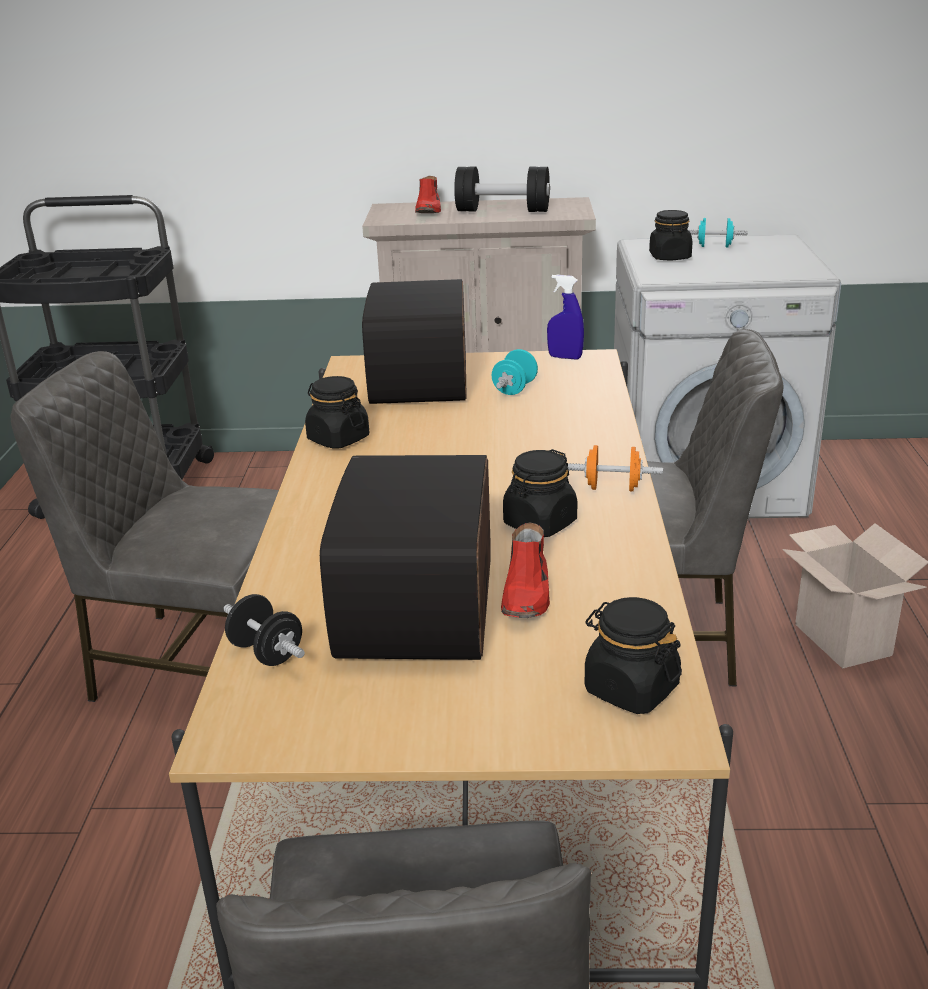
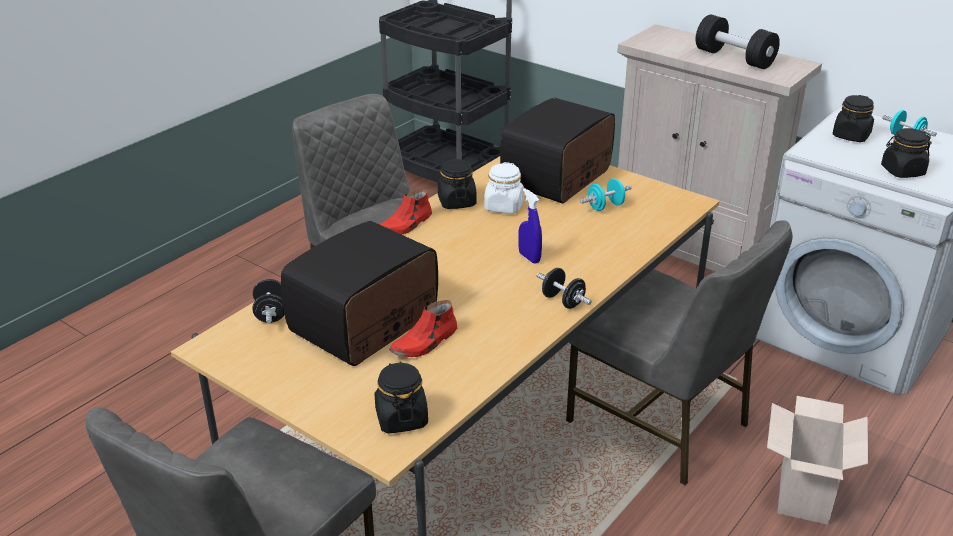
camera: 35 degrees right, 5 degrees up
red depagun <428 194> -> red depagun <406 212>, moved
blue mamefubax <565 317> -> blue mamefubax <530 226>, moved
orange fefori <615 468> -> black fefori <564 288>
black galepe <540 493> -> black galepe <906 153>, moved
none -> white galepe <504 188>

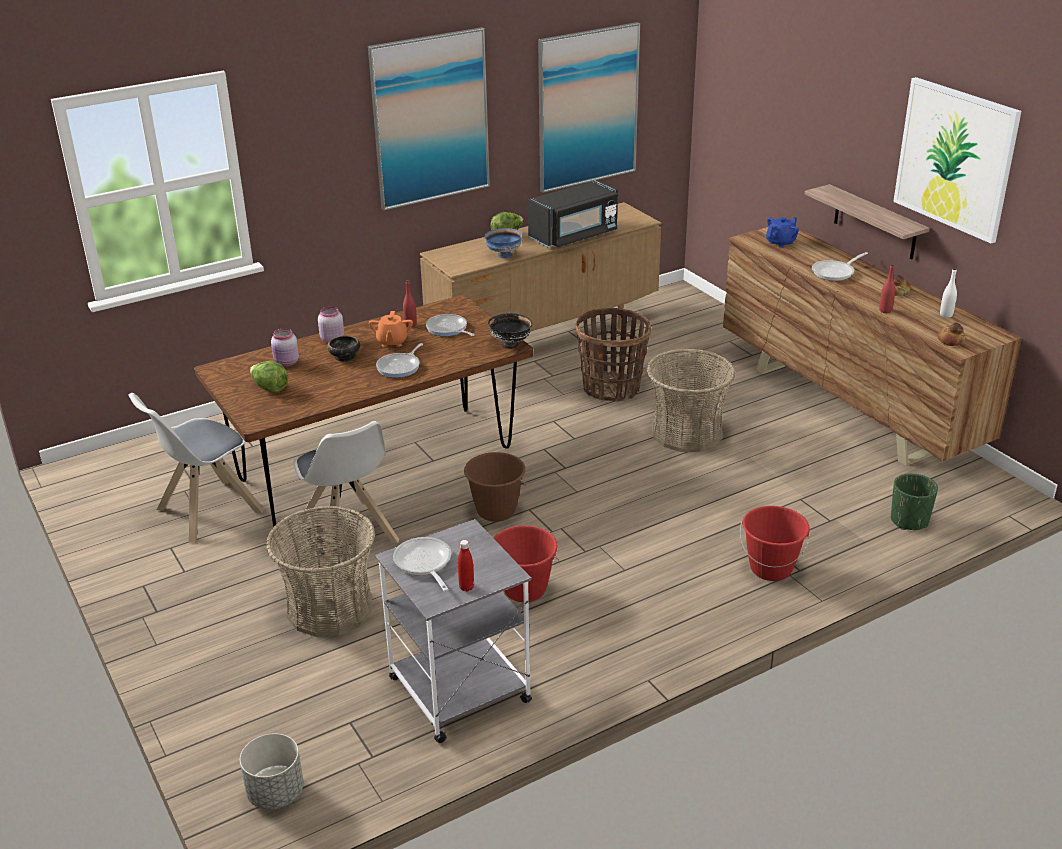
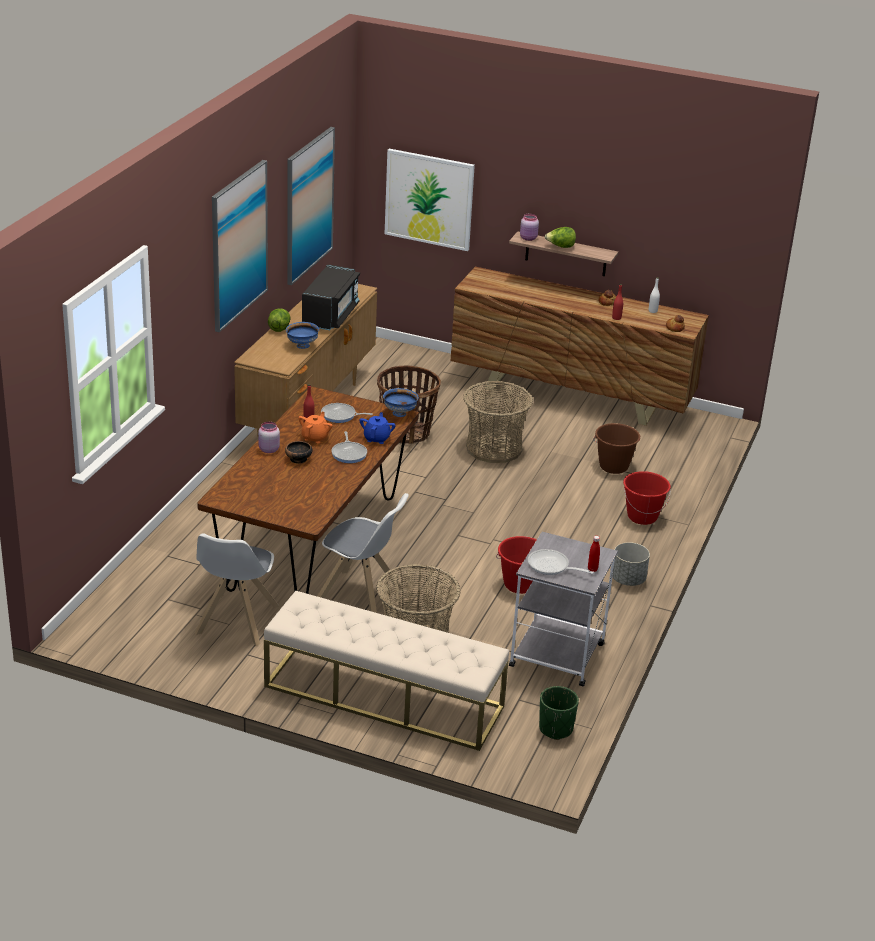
camera: 40 degrees left, 0 degrees up
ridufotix <957 160> -> ridufotix <430 200>, moved
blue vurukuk <782 232> -> blue vurukuk <377 428>, moved
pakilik <840 266> -> none
orange vurukuk <391 329> -> orange vurukuk <316 427>, 120 degrees counterclockwise
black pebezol <510 331> -> blue pebezol <401 402>
pink galepe <285 347> -> pink galepe <529 227>, moved
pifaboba <269 377> -> pifaboba <560 237>, moved
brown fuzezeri <495 487> -> brown fuzezeri <617 448>, moved
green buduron <914 501> -> green buduron <559 713>, moved
grey buduron <272 771> -> grey buduron <631 564>, moved
none -> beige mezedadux <386 671>

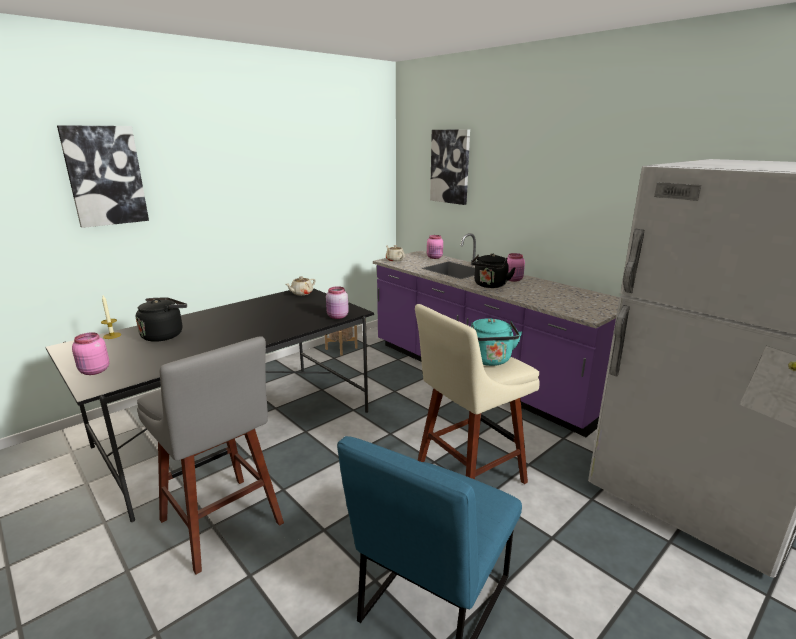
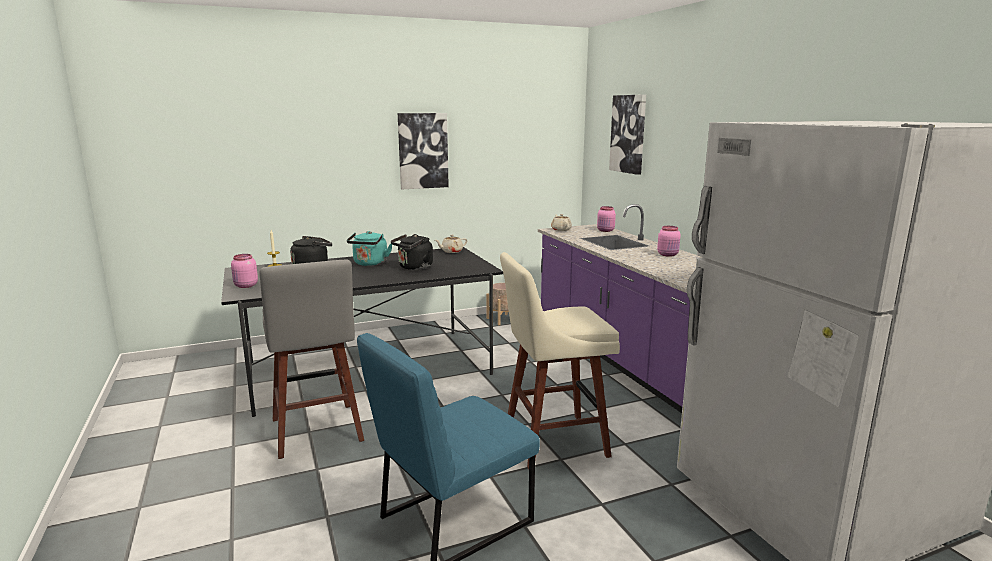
camera: 20 degrees right, 5 degrees down
ridufotix <103 176> -> ridufotix <423 151>, moved
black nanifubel <493 271> -> black nanifubel <412 252>, moved
pink galepe <337 302> -> none
turquoise nanifubel <496 342> -> turquoise nanifubel <369 248>, moved

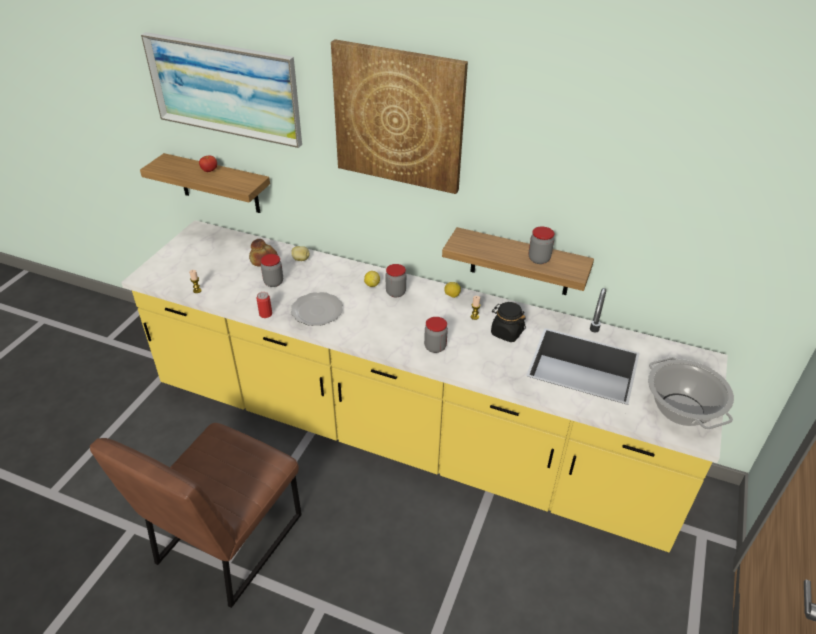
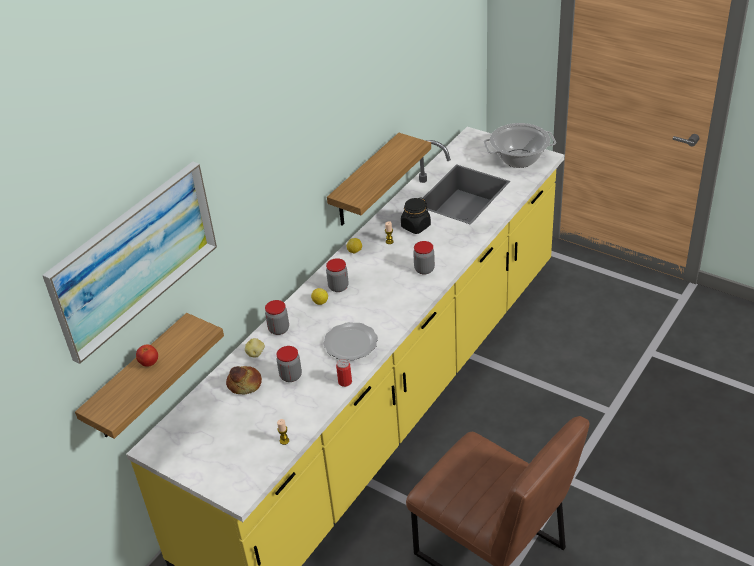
camera: 75 degrees left, 0 degrees up
ridufotix <399 116> -> none
galepe <541 245> -> galepe <277 317>, moved

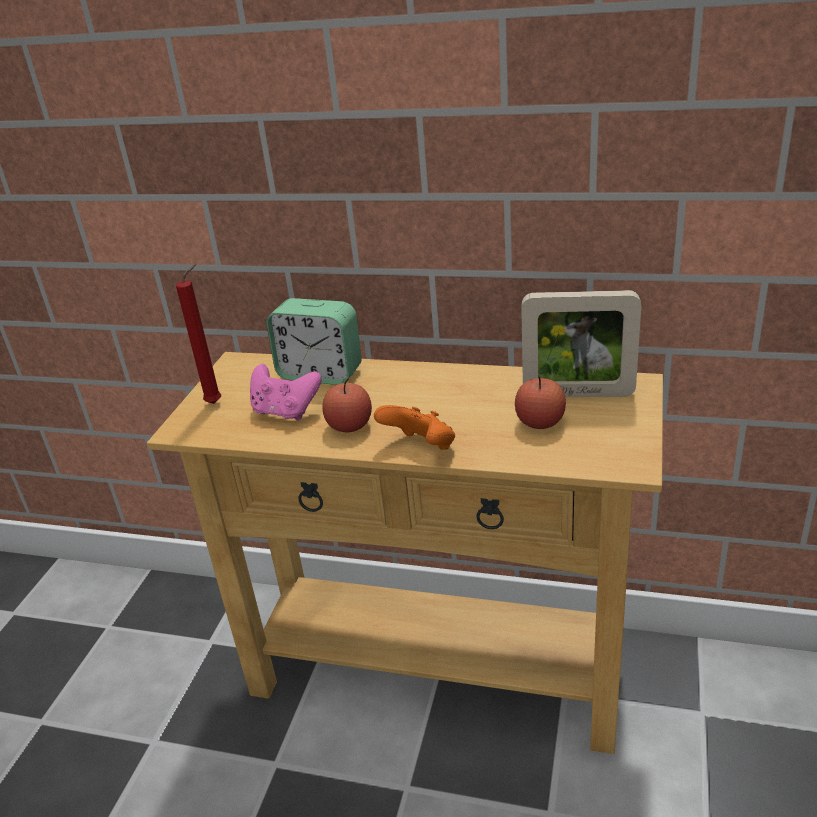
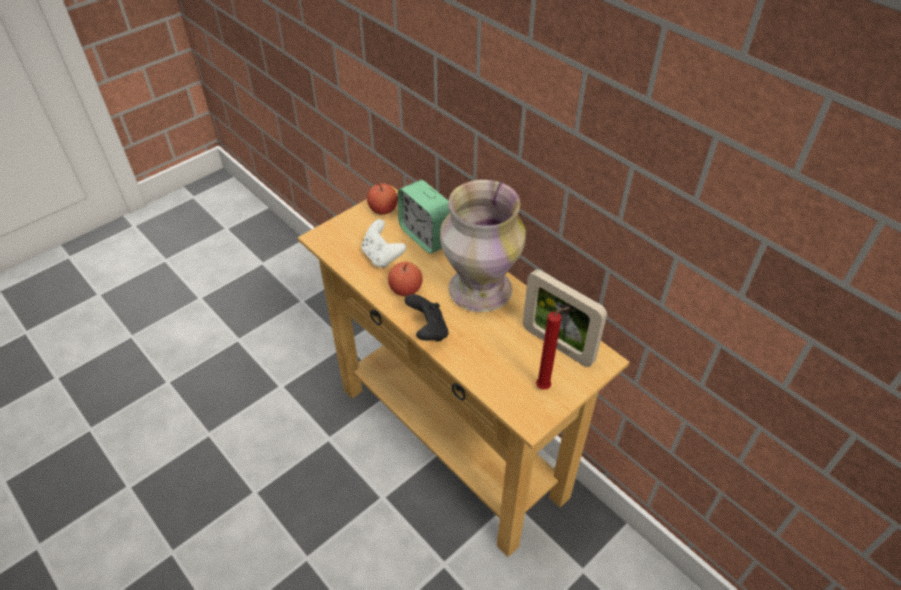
camera: 30 degrees right, 15 degrees up
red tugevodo <198 334> -> red tugevodo <553 348>, moved
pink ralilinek <286 392> -> white ralilinek <384 244>
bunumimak <540 402> -> bunumimak <382 199>, moved
orange ralilinek <414 427> -> black ralilinek <426 318>
none -> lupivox <483 246>

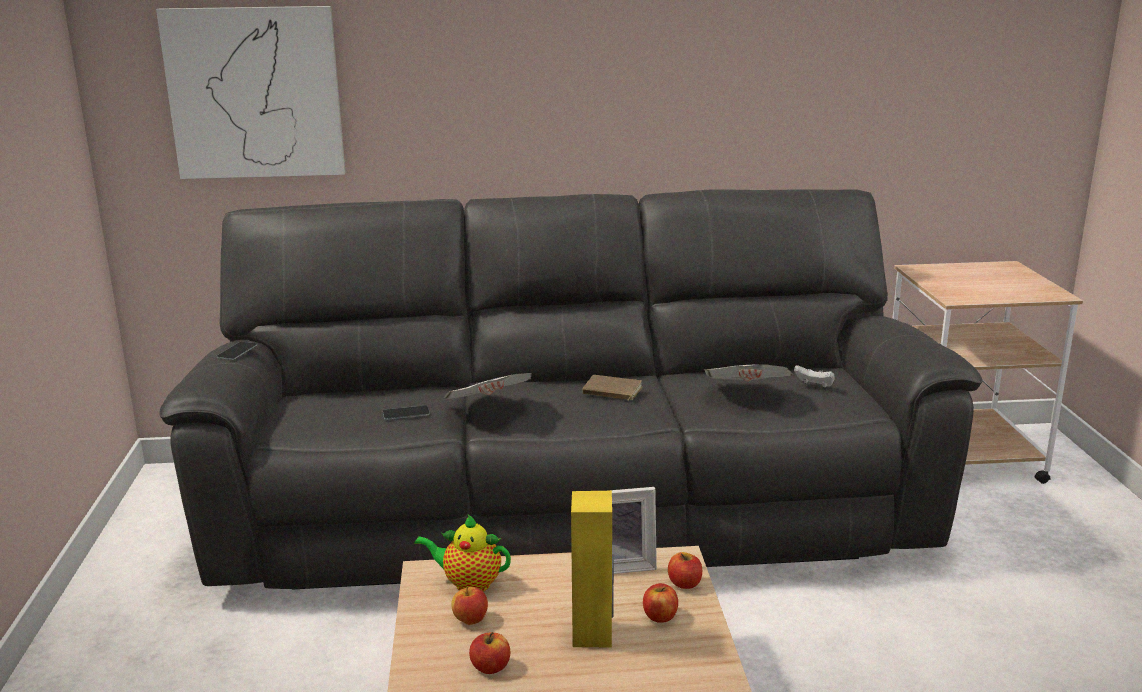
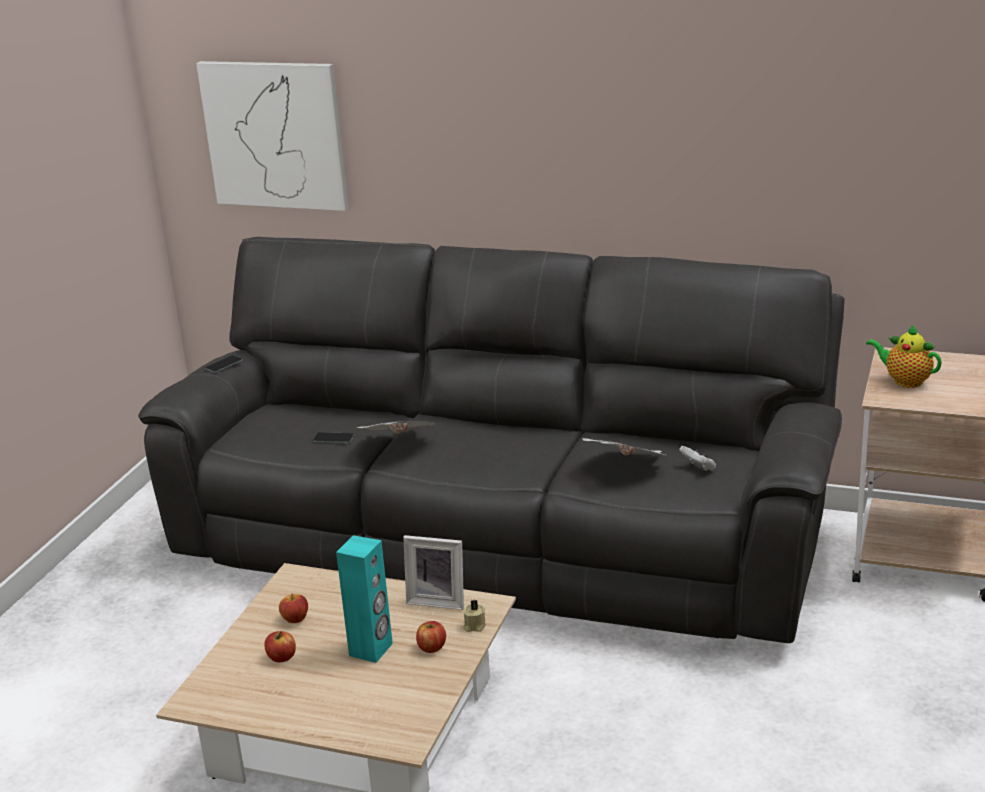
camera: 25 degrees right, 5 degrees up
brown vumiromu <612 388> -> none
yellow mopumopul <592 569> -> turquoise mopumopul <364 599>
vurukuk <462 553> -> vurukuk <904 356>, moved
bunumimak <685 570> -> beige tugevodo <474 616>

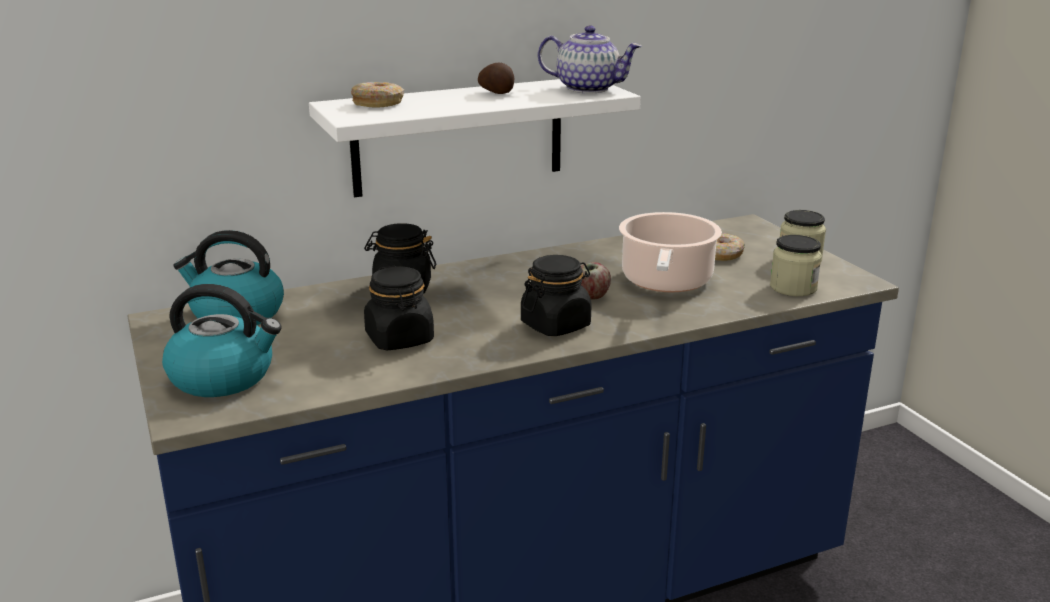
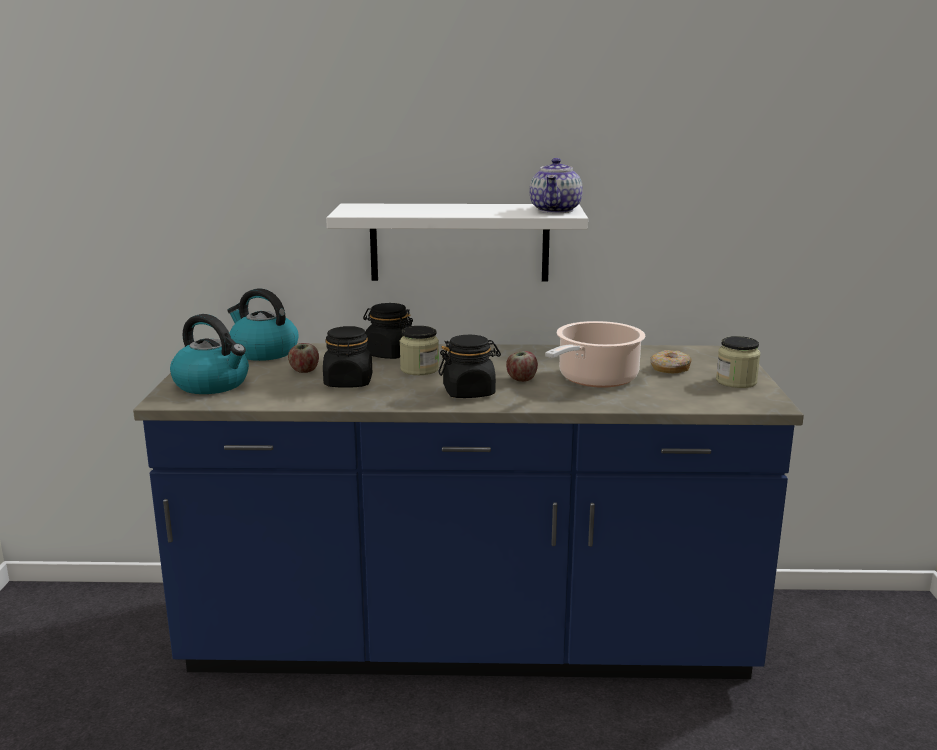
camera: 25 degrees right, 5 degrees down
vurukuk <590 59> -> vurukuk <556 185>, 60 degrees clockwise
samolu <496 78> -> none
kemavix <377 95> -> none
galepe <796 265> -> galepe <419 350>, moved
none -> bunumimak <303 358>

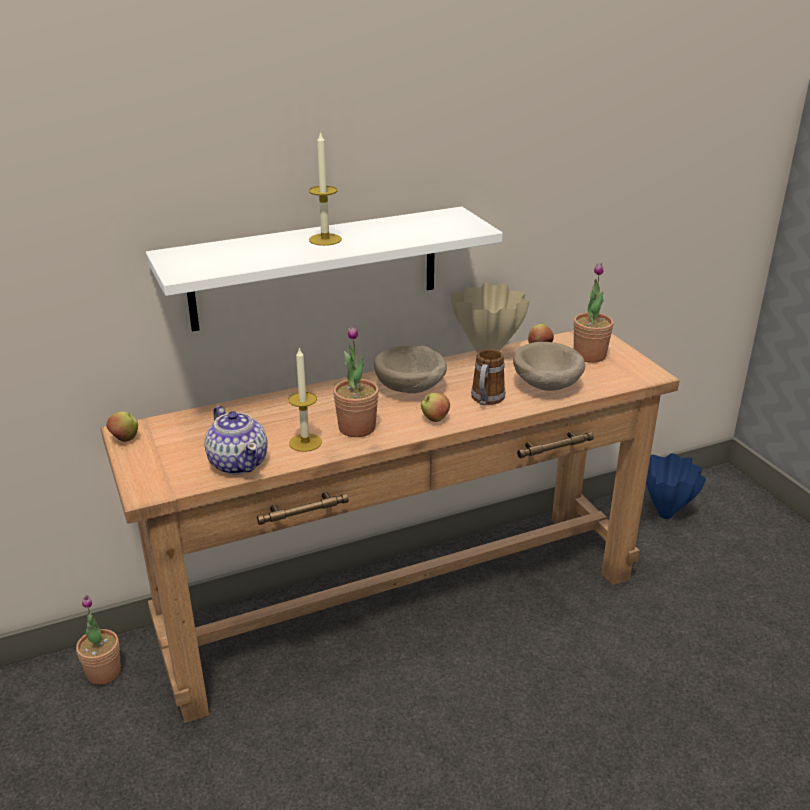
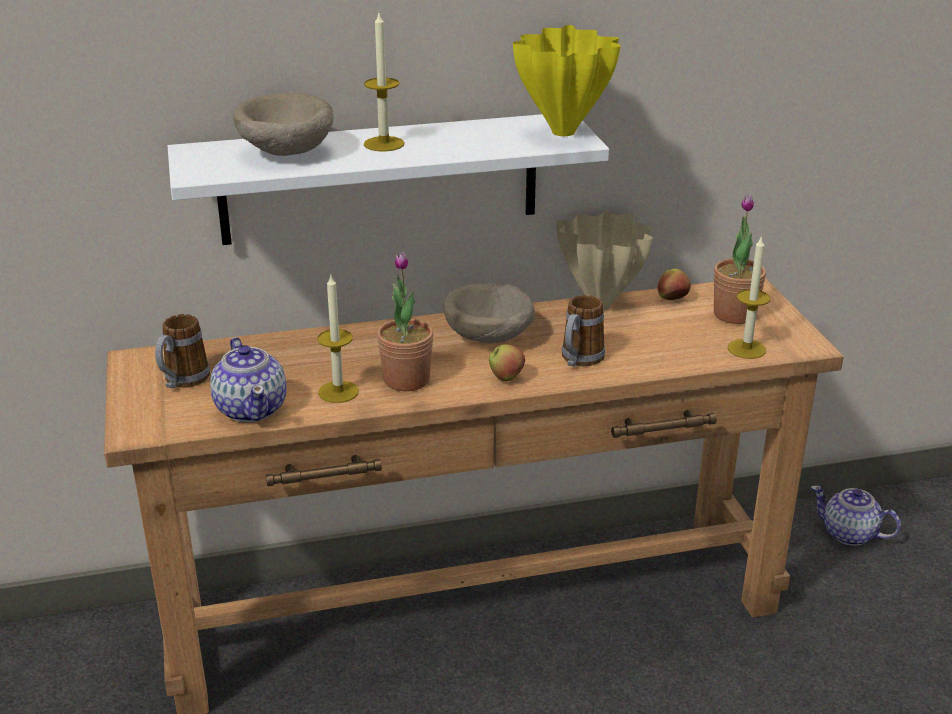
camera: 10 degrees right, 0 degrees up
beige pebezol <549 366> -> beige pebezol <283 124>, moved
bunumimak <122 426> -> none
blue lupivox <676 486> -> vurukuk <856 515>
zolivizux <98 640> -> none
none -> yellow lupivox <567 80>
none -> tugevodo <749 297>
none -> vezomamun <182 351>

